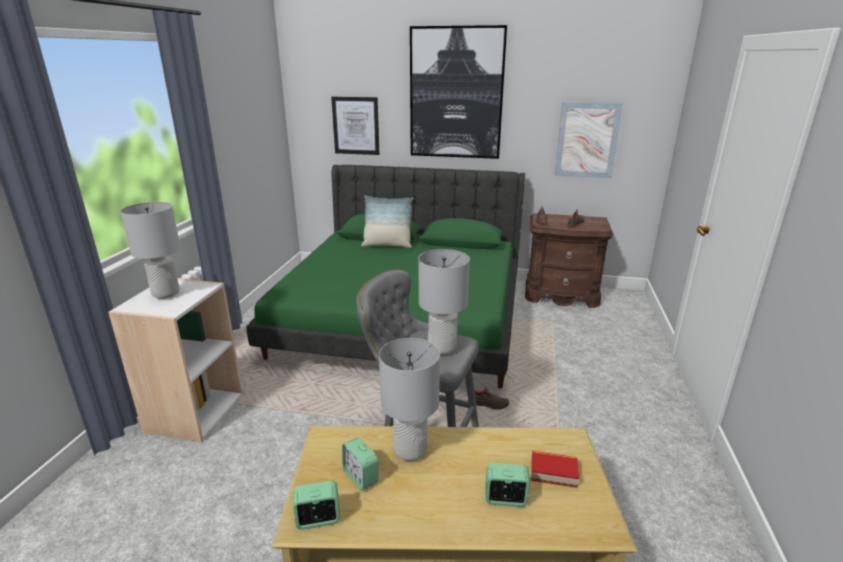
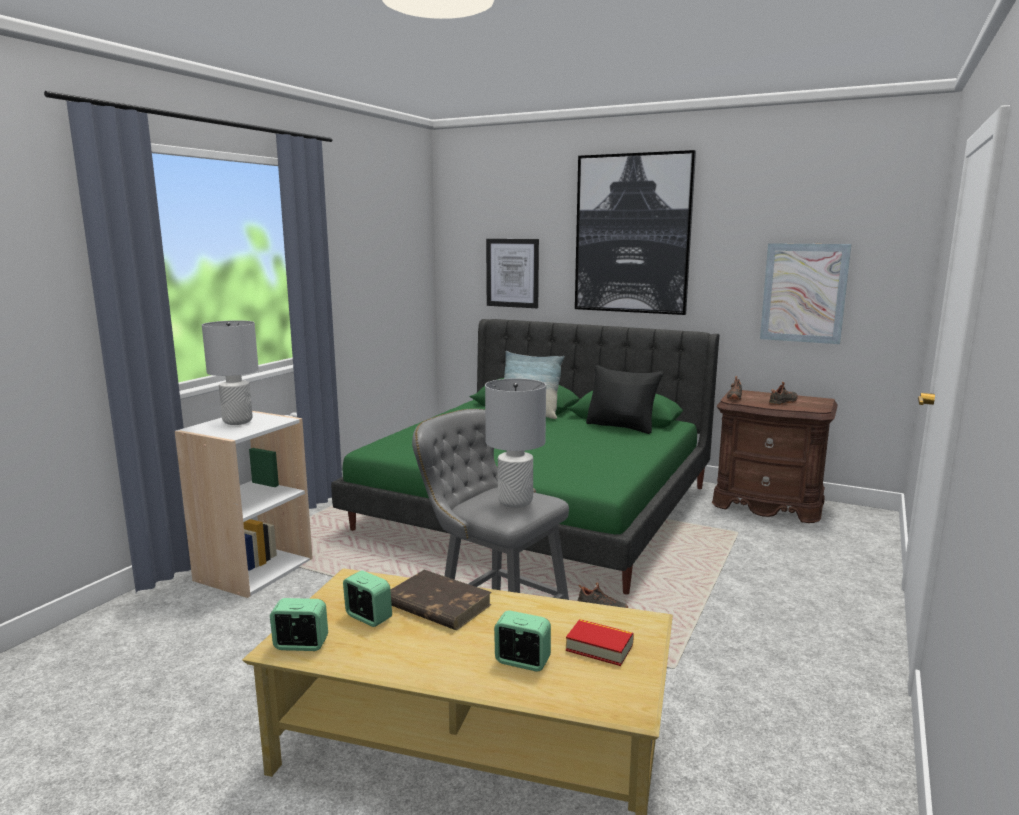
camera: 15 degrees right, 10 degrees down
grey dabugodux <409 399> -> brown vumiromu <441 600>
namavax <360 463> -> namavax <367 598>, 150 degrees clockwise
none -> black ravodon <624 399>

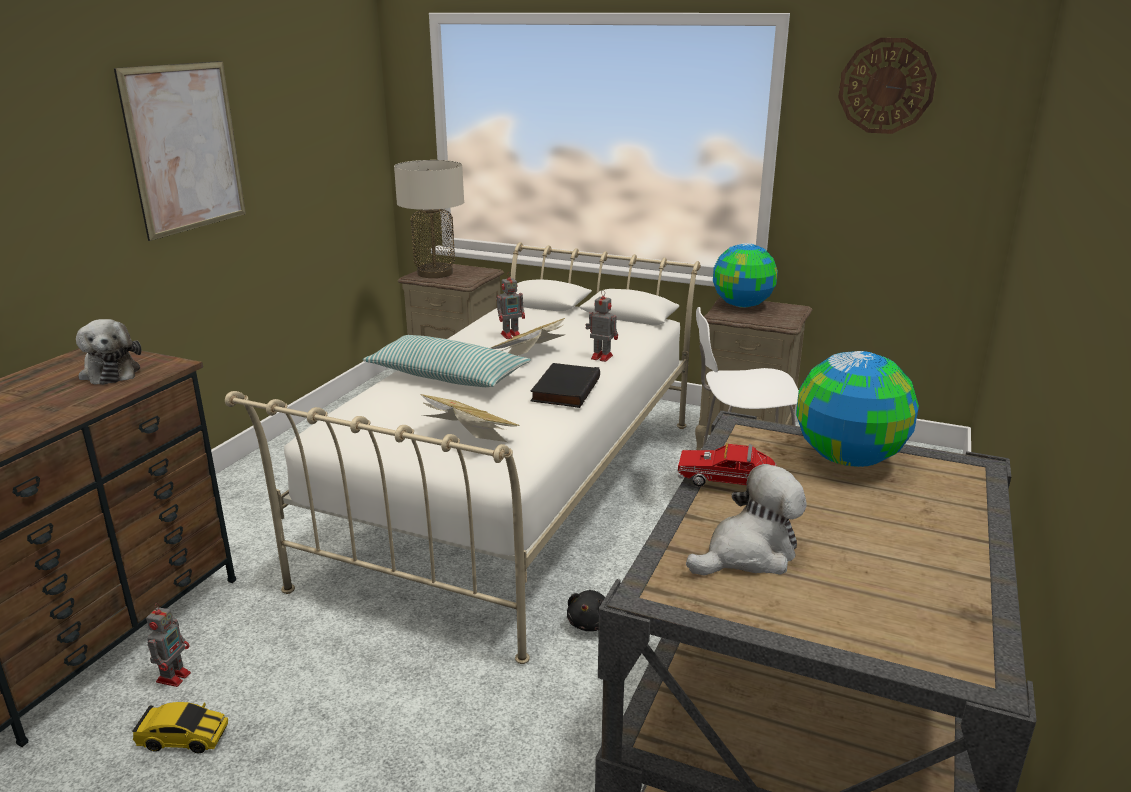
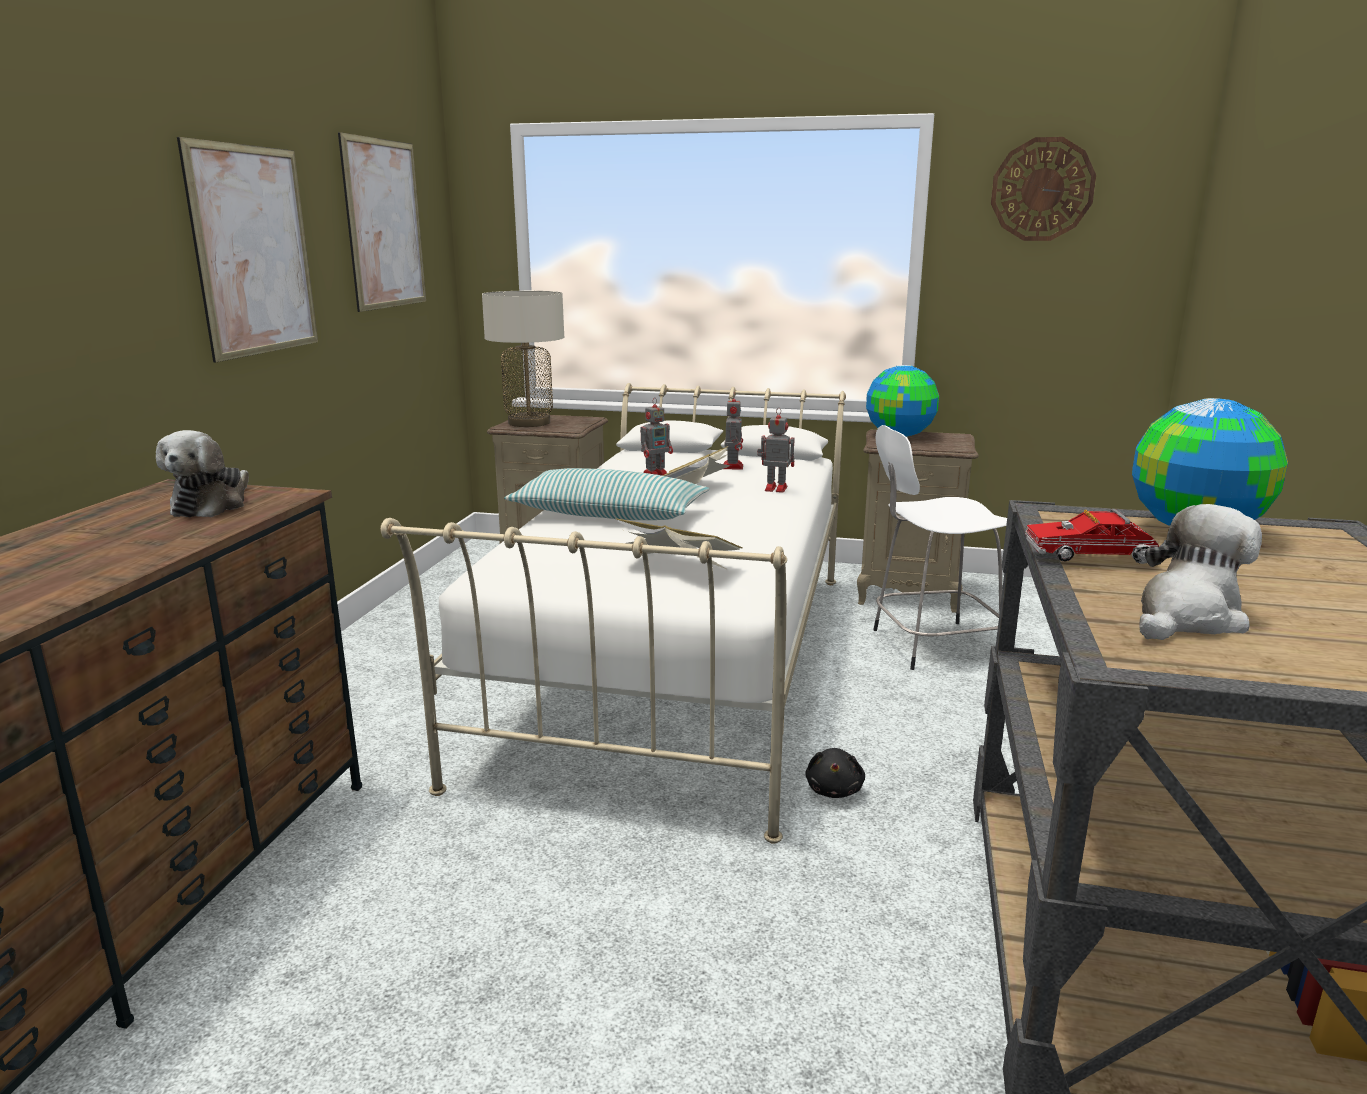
camera: 10 degrees left, 5 degrees down
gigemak <108 352> -> gigemak <202 473>, 45 degrees clockwise
black vumiromu <565 385> -> none
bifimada <168 645> -> bifimada <733 434>, moved
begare <180 727> -> none
none -> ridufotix <382 222>

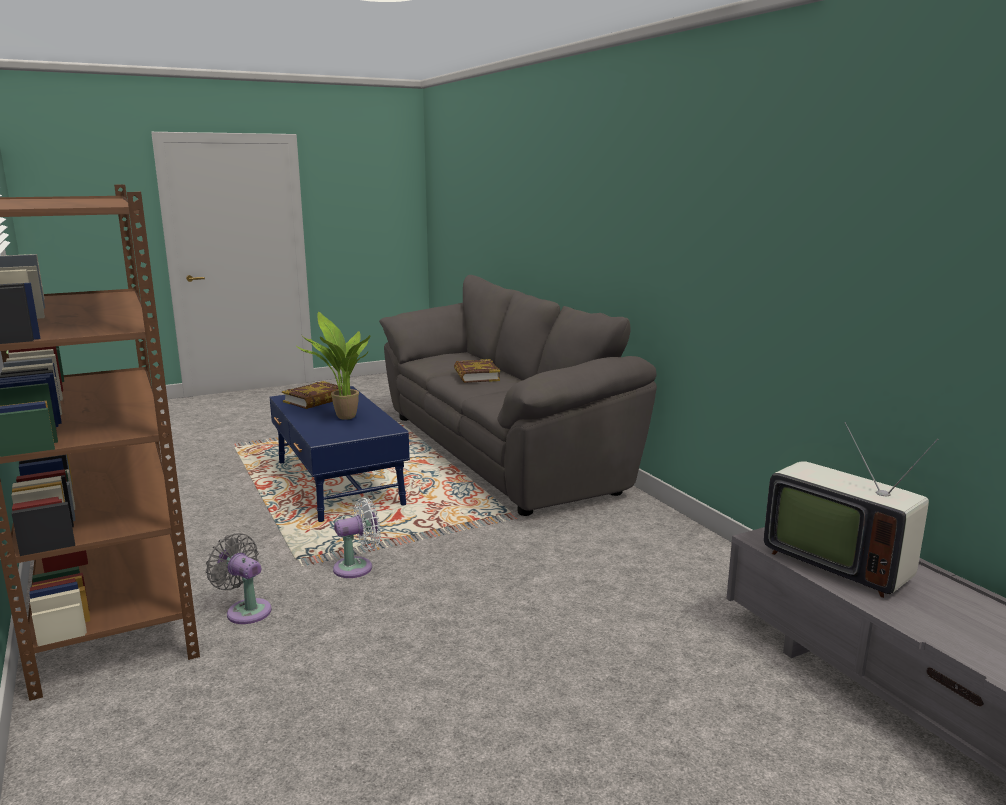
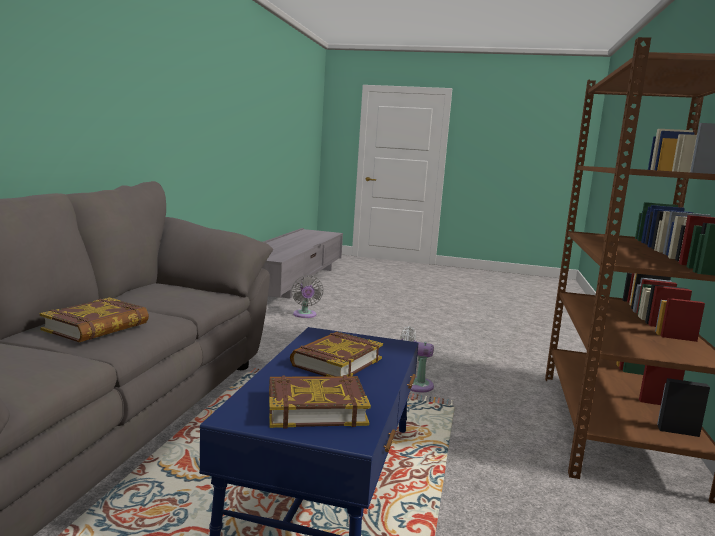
camera: 140 degrees left, 5 degrees down
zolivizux <333 366> -> vumiromu <336 354>
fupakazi <851 510> -> none
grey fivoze <239 578> -> grey fivoze <307 296>, moved

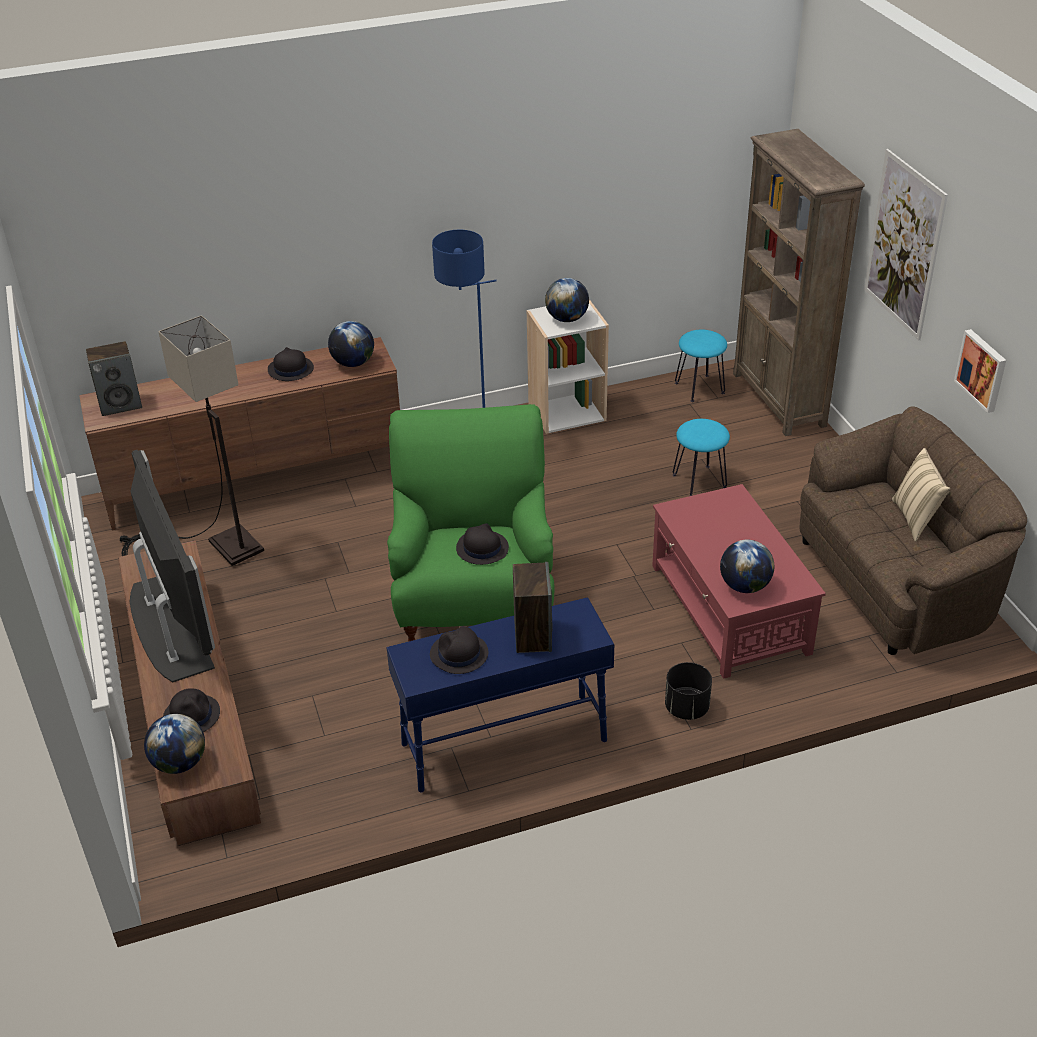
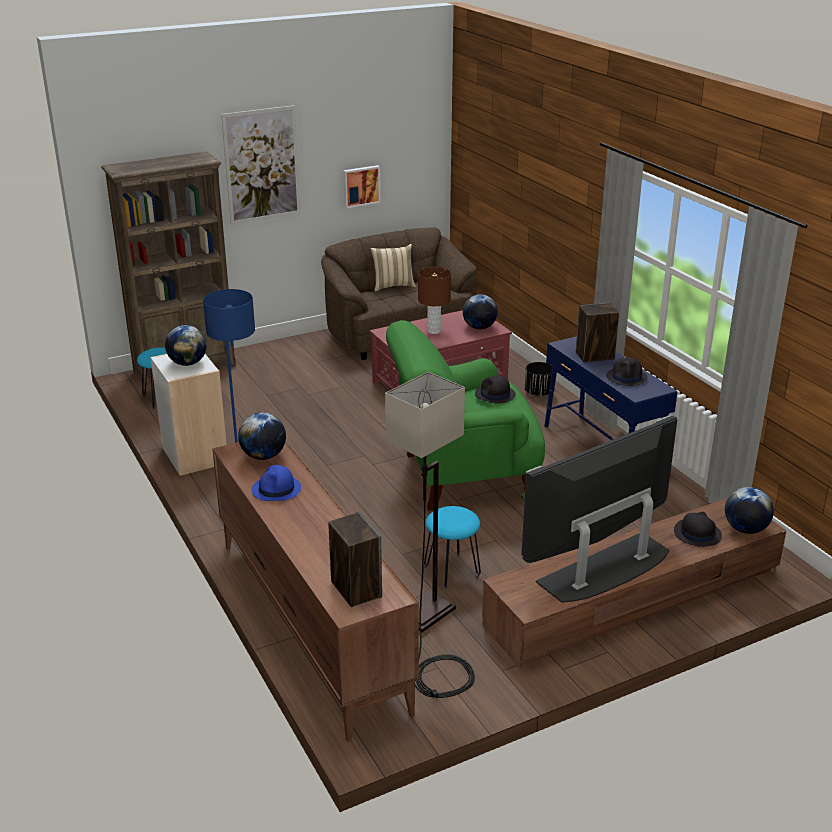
camera: 100 degrees left, 10 degrees down
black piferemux <291 364> -> blue piferemux <276 483>
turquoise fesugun <701 457> -> turquoise fesugun <452 547>, moved
none -> brown dabugodux <434 300>

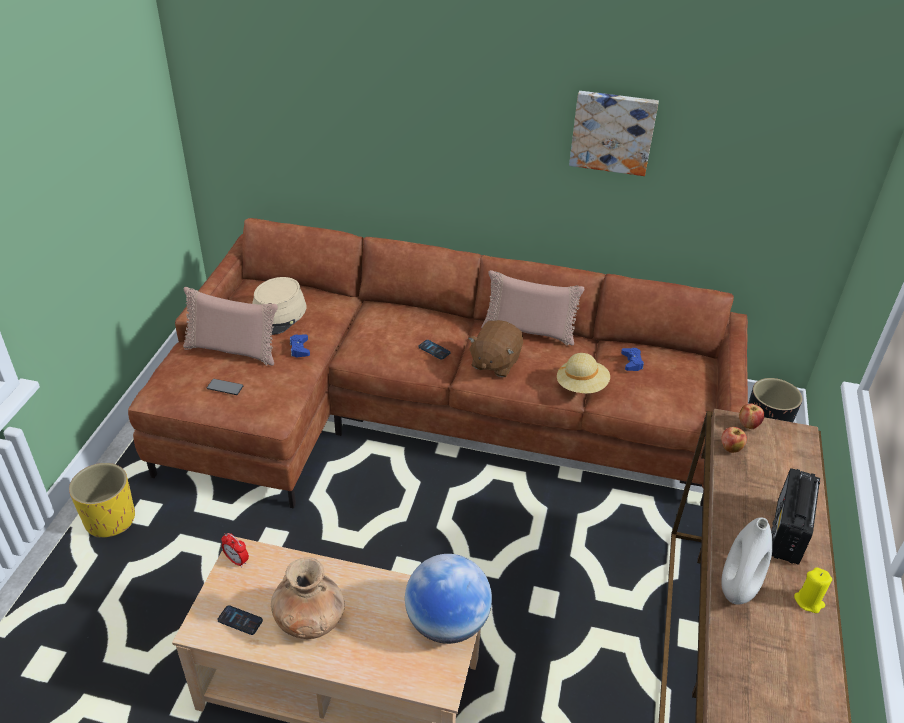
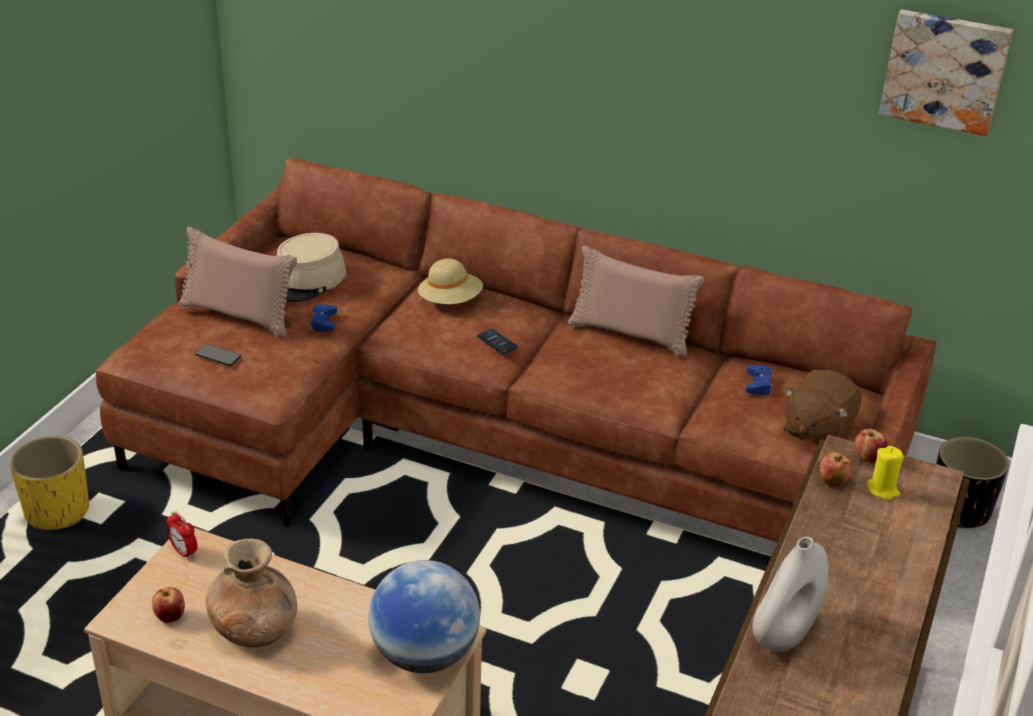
camera: 10 degrees right, 5 degrees down
ridufotix <614 133> -> ridufotix <946 73>, moved
brown gigemak <495 348> -> brown gigemak <822 407>, moved
beige piferemux <583 373> -> beige piferemux <450 281>, moved
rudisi <795 516> -> none
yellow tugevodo <813 590> -> yellow tugevodo <885 473>, moved
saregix <240 620> -> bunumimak <168 605>

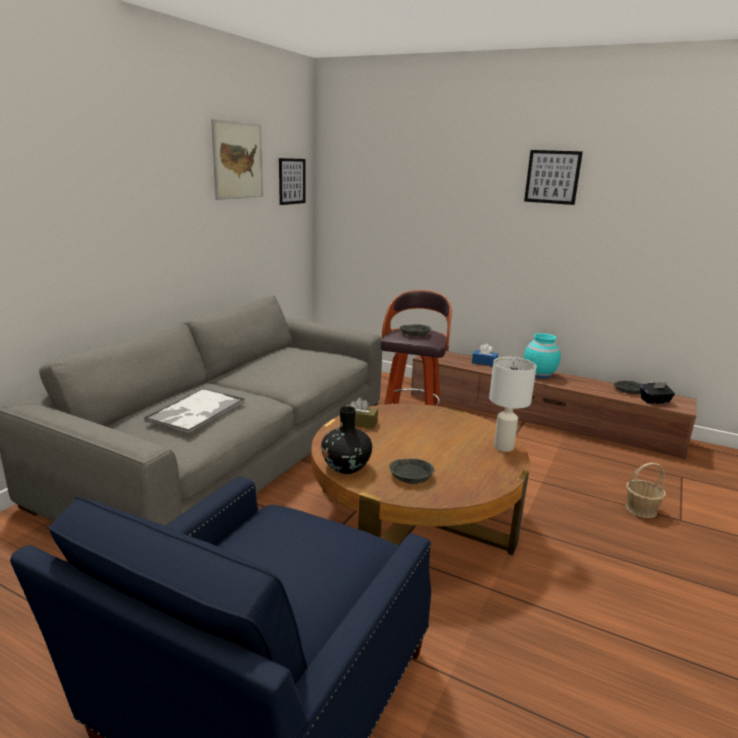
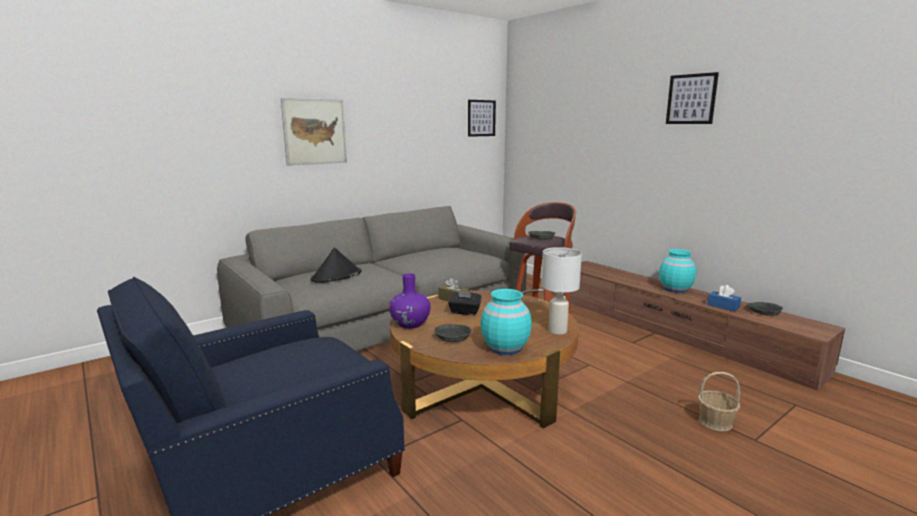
camera: 25 degrees right, 5 degrees down
ridufotix <237 159> -> ridufotix <314 132>, moved
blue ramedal <485 355> -> blue ramedal <724 298>, moved
black ramedal <657 393> -> black ramedal <465 302>, moved
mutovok <194 411> -> black piferemux <336 265>
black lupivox <346 440> -> purple lupivox <409 301>
none -> turquoise lupivox <506 322>

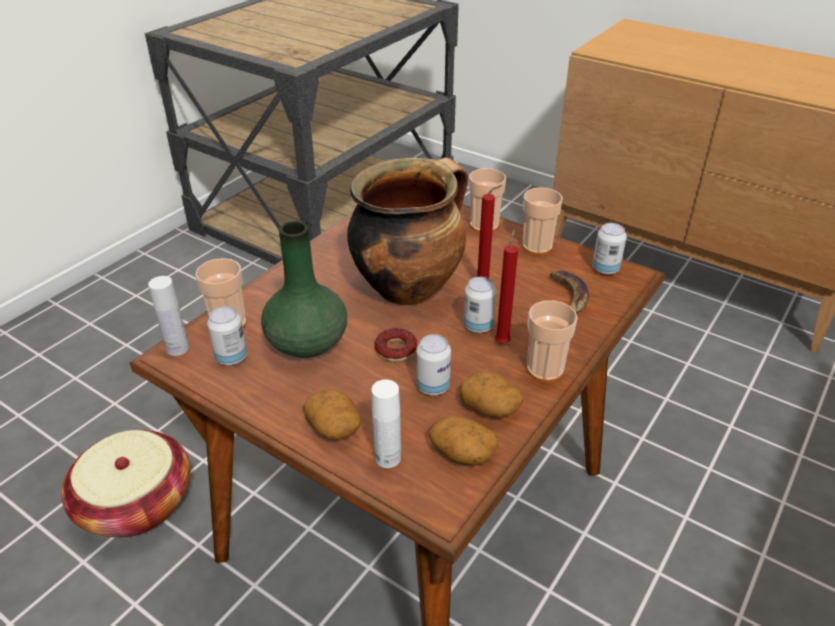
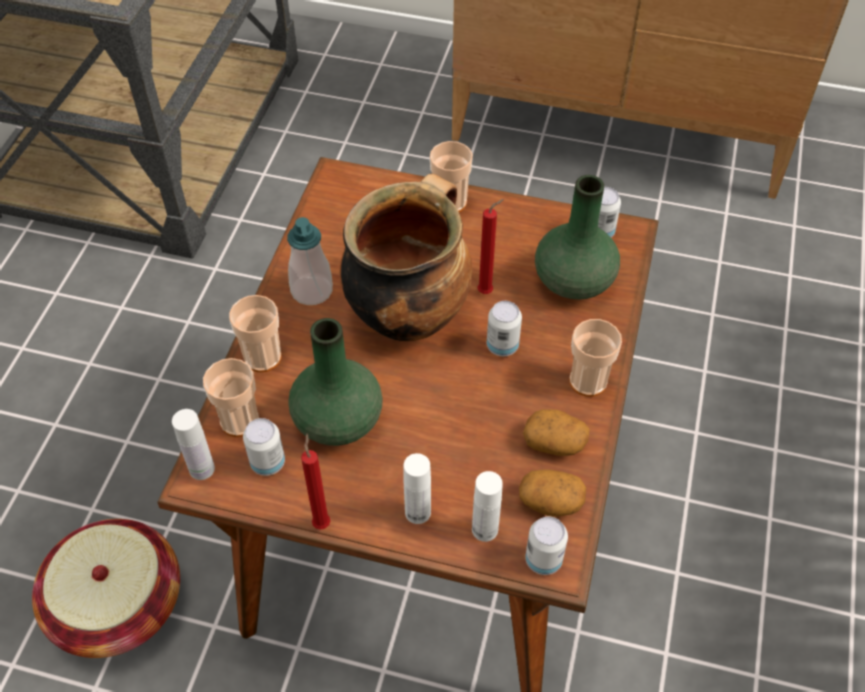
camera: 20 degrees left, 15 degrees up
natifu <542 221> -> natifu <255 333>, moved
red tugevodo <506 286> -> red tugevodo <315 482>, moved
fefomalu <569 292> -> green lupivox <577 237>
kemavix <395 345> -> none
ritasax <433 364> -> ritasax <546 545>, moved
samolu <332 414> -> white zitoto <417 488>
none -> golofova <310 261>

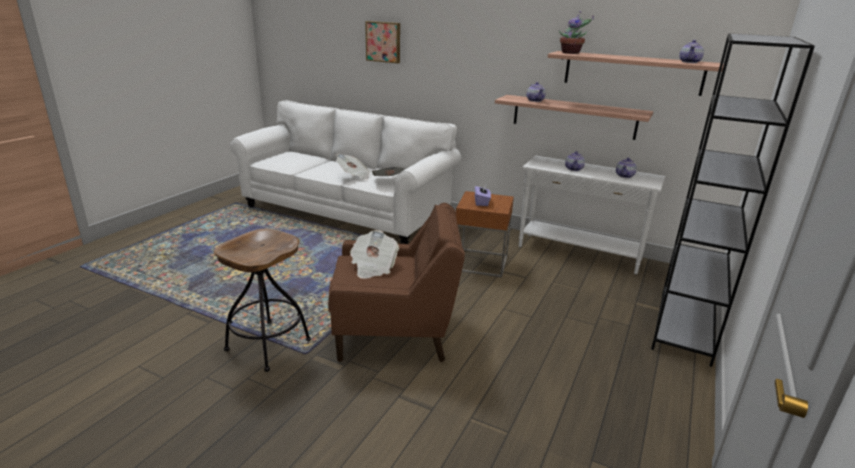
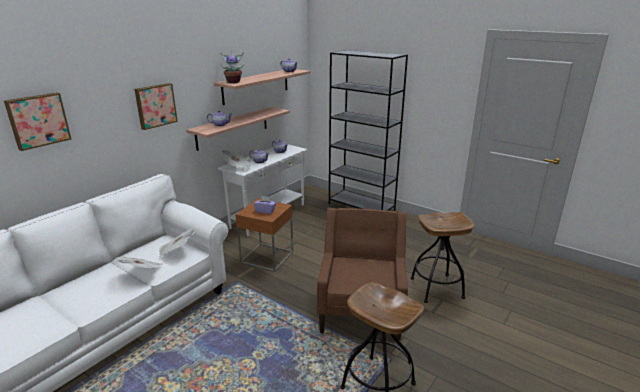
camera: 80 degrees left, 0 degrees up
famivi <374 254> -> famivi <236 160>, moved
none -> ridufotix <156 106>
none -> brown fesugun <442 257>

